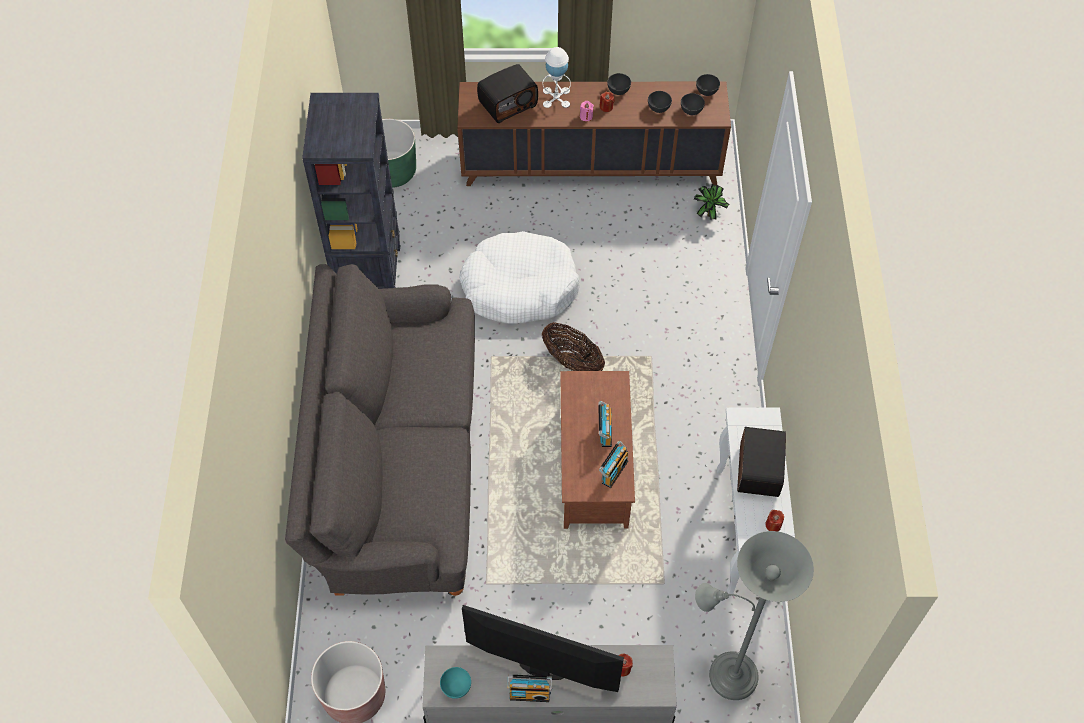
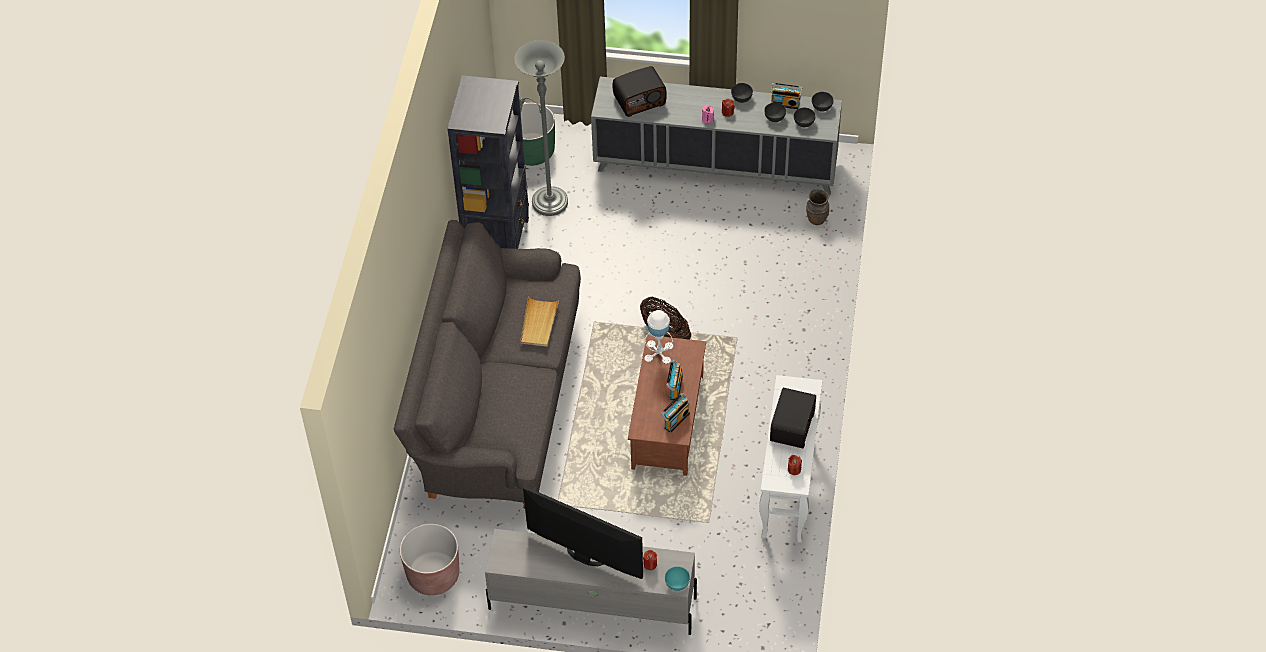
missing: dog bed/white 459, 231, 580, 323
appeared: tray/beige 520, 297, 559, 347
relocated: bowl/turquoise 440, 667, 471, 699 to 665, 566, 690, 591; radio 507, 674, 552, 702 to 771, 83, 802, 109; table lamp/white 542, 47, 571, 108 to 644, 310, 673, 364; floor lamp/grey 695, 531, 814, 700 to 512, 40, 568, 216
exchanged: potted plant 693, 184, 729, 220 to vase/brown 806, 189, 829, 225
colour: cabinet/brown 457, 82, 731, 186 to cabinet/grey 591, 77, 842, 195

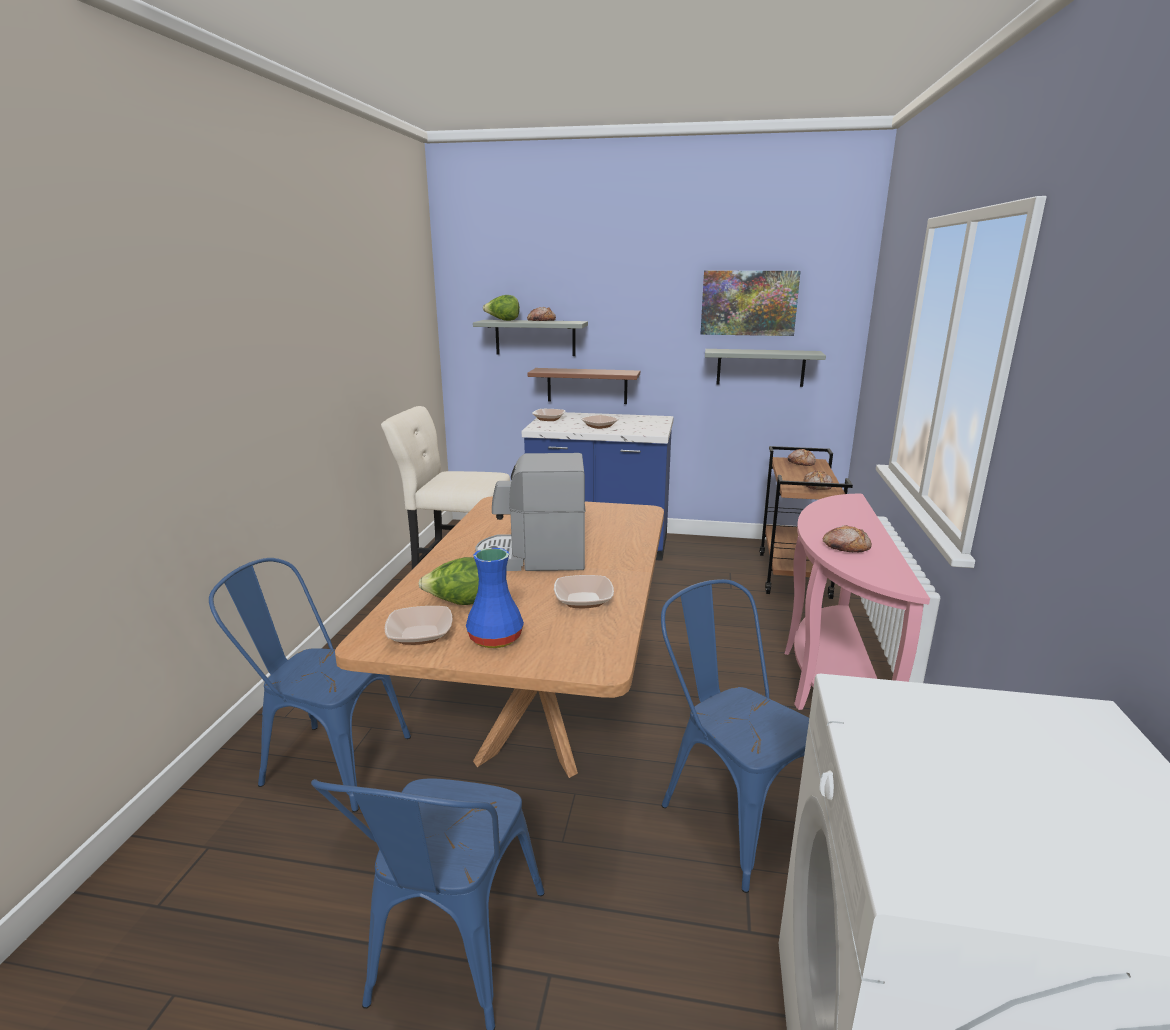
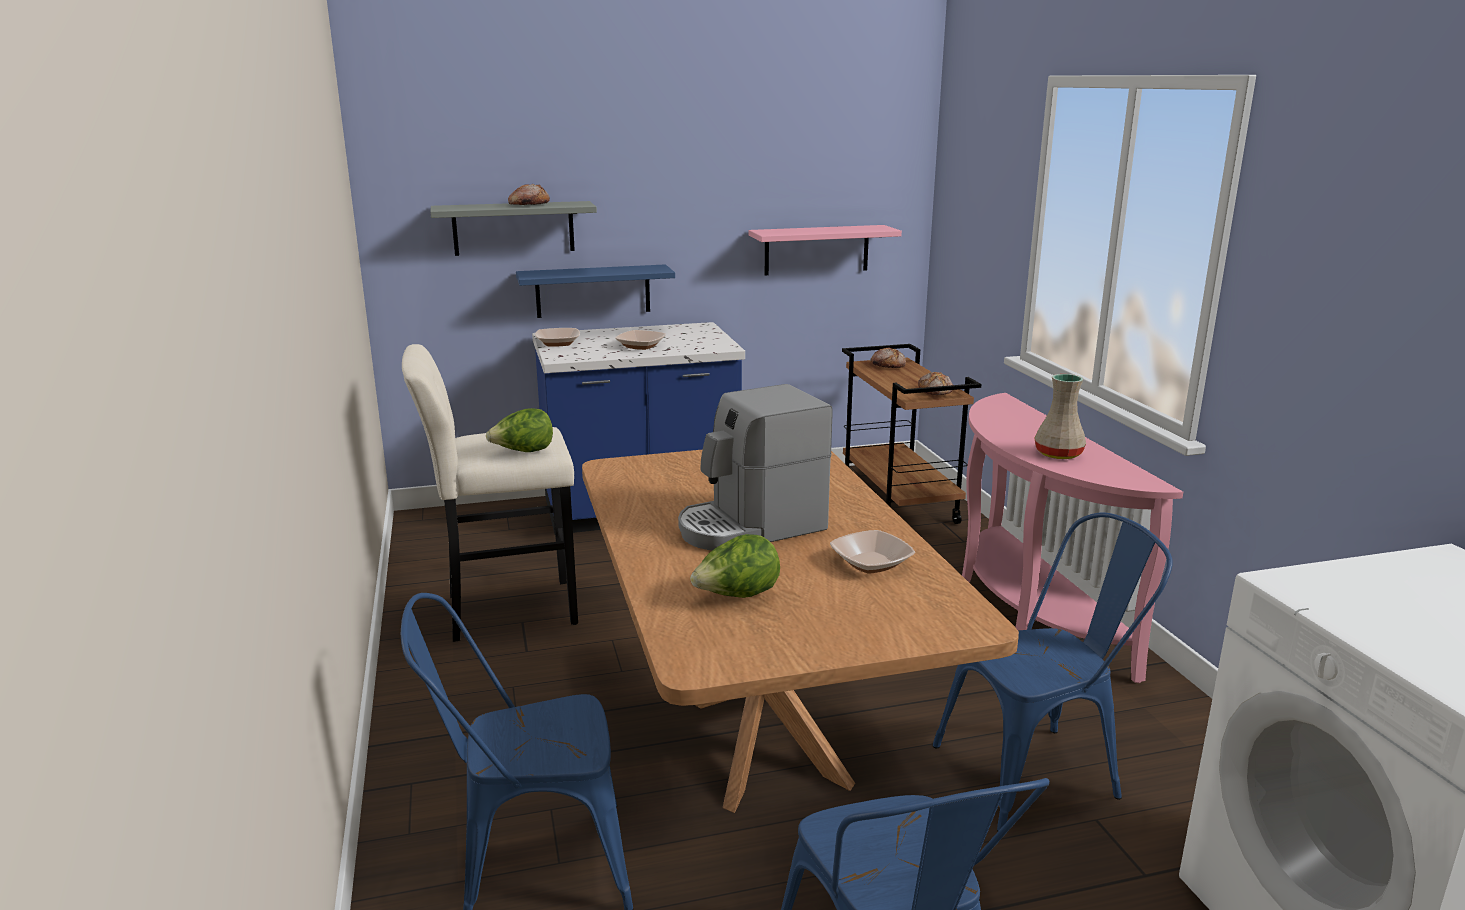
missing: bowl 385, 606, 453, 645; vase/blue 466, 548, 524, 648; picture 700, 271, 801, 336
relocated: lettuce 483, 295, 520, 321 to 486, 408, 553, 452
exchanged: bread 822, 525, 872, 552 to vase/beige 1034, 374, 1086, 459
colour: shelf/brown 527, 368, 640, 404 to shelf/blue 516, 265, 675, 318; shelf/grey 705, 349, 826, 387 to shelf/pink 749, 225, 902, 275
spun: chair/blue 661, 579, 809, 893 = 933, 512, 1173, 832 135 degrees clockwise

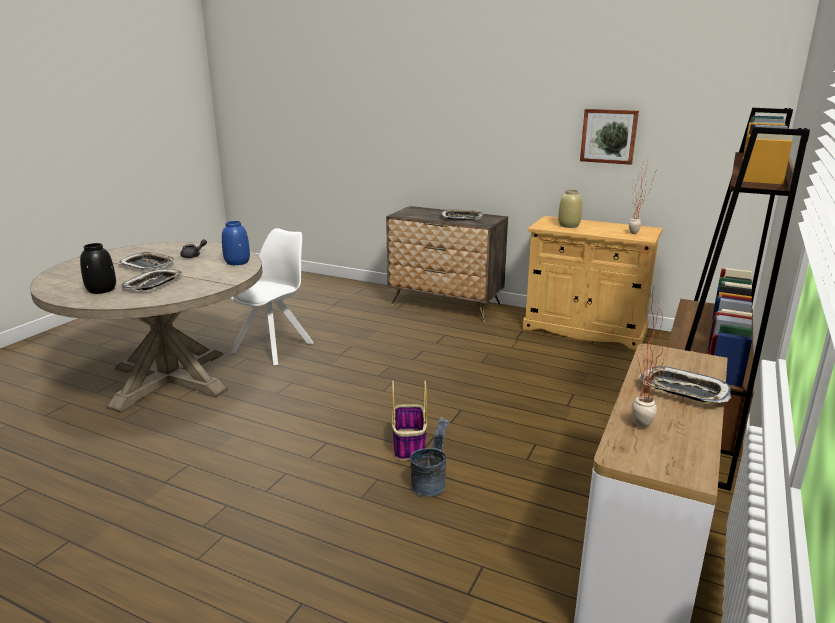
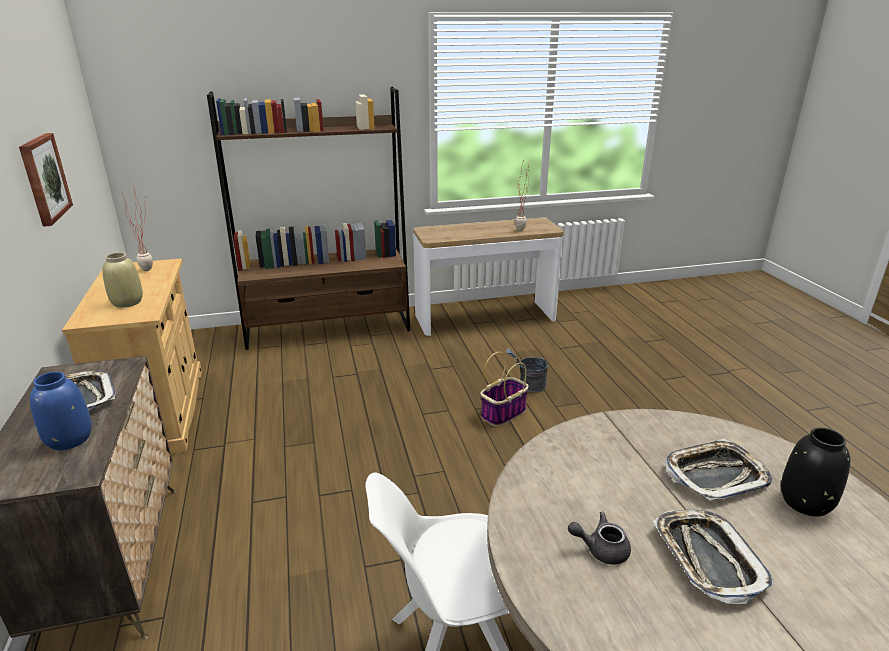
missing: tray 639, 366, 731, 403
relocated: vase/blue 222, 221, 250, 265 to 30, 372, 92, 450

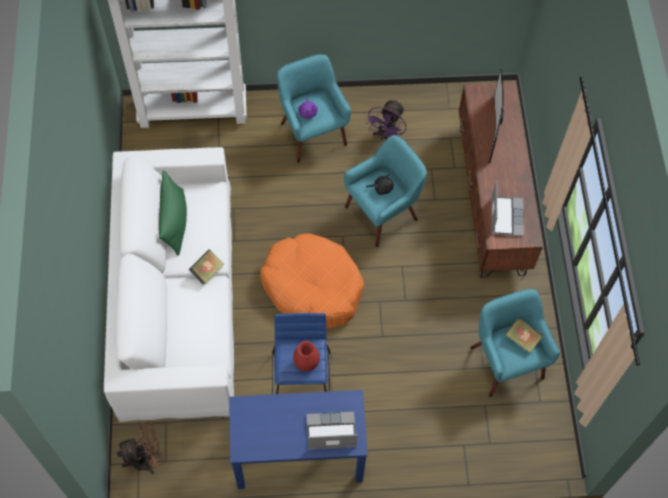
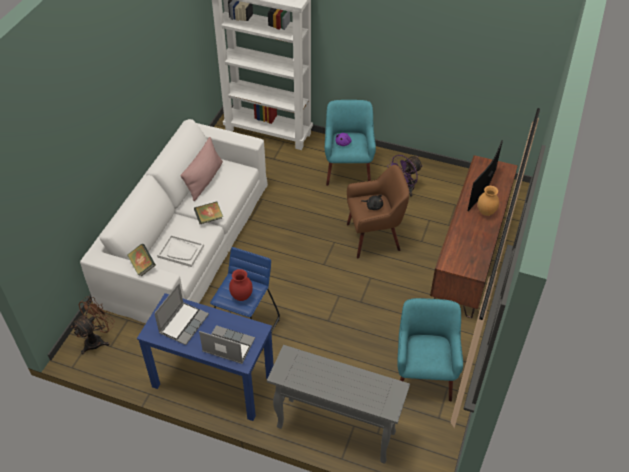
missing: dog bed/orange 260, 233, 364, 329
appeared: tray/white 157, 234, 204, 267; console table/grey 267, 345, 410, 464; vase/brown 477, 186, 499, 216
relocated: laptop 491, 181, 524, 236 to 154, 283, 209, 345; book 505, 317, 543, 353 to 127, 244, 156, 276
colour: pillow/green 159, 170, 187, 256 to pillow/pink 180, 137, 223, 201; armchair/turquoise 344, 135, 427, 247 to armchair/brown 347, 165, 409, 258
spun: fan/brown 117, 421, 163, 474 = 71, 296, 115, 354 60 degrees counterclockwise

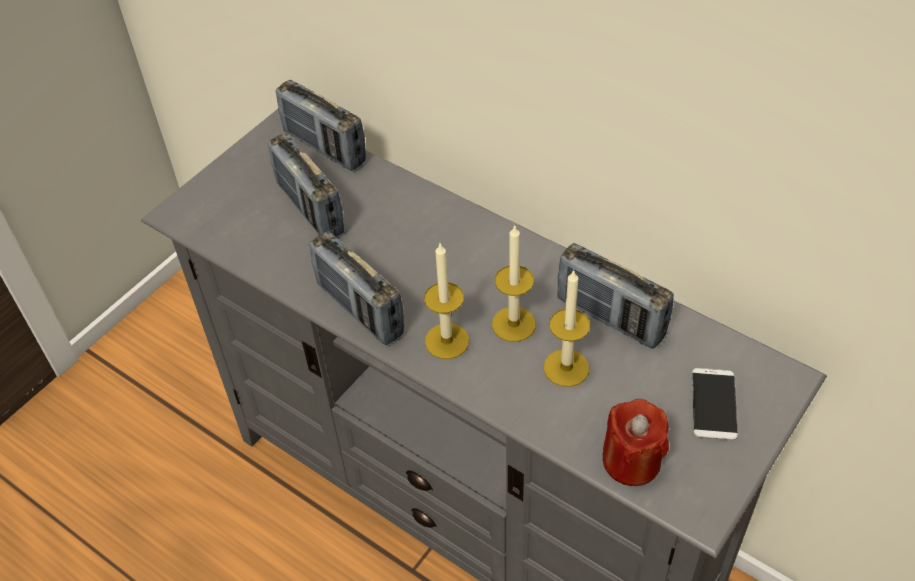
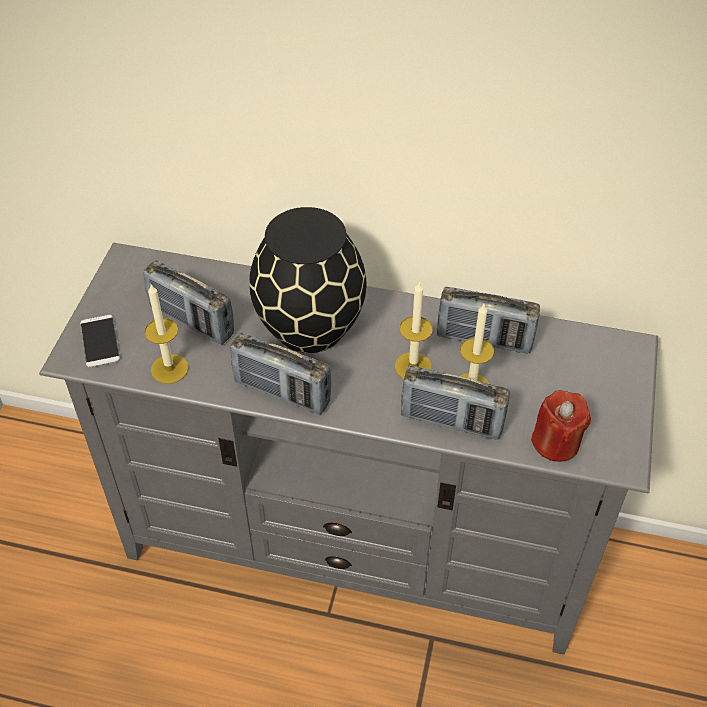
appeared: vase/black 249, 207, 367, 353
relocated: radio 276, 80, 366, 171 to 401, 365, 510, 440; candle 424, 244, 469, 359 to 144, 285, 189, 384; phone 692, 368, 738, 440 to 80, 315, 120, 368

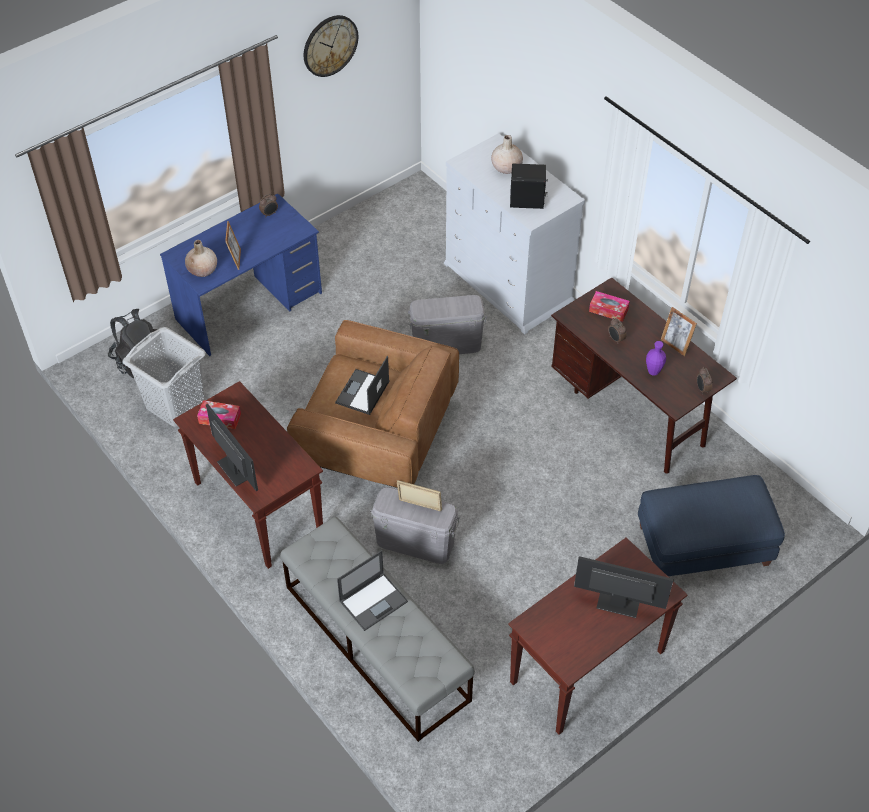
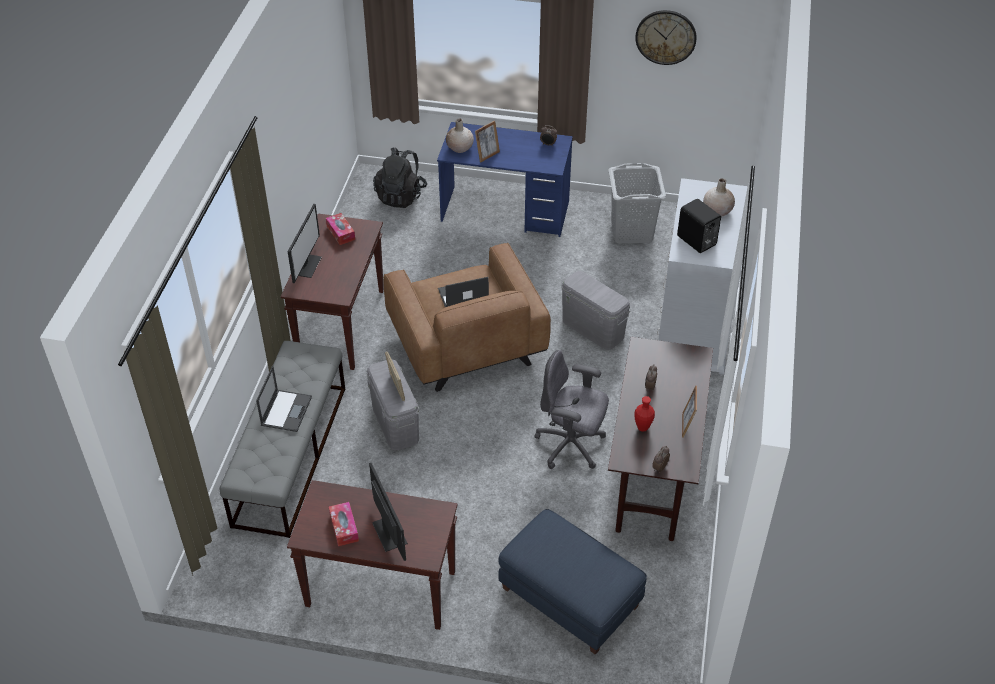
appeared: office chair/grey 534, 350, 609, 469
relocated: laundry basket/grey 122, 327, 206, 427 to 608, 163, 666, 244; tissue box 589, 291, 630, 322 to 329, 502, 359, 546
colour: vase/purple 646, 341, 666, 376 to vase/red 635, 396, 655, 431
spun: laptop 337, 550, 408, 631 = 256, 365, 312, 432 90 degrees counterclockwise

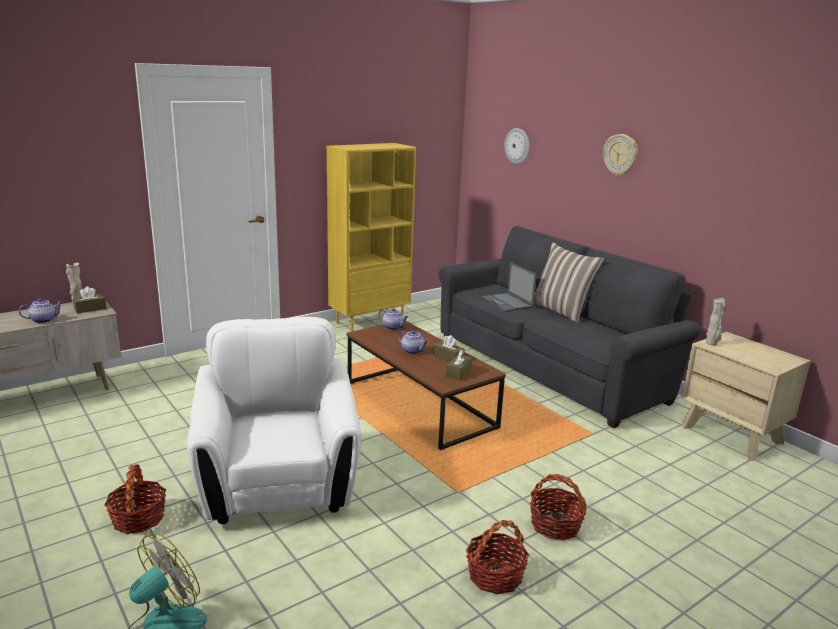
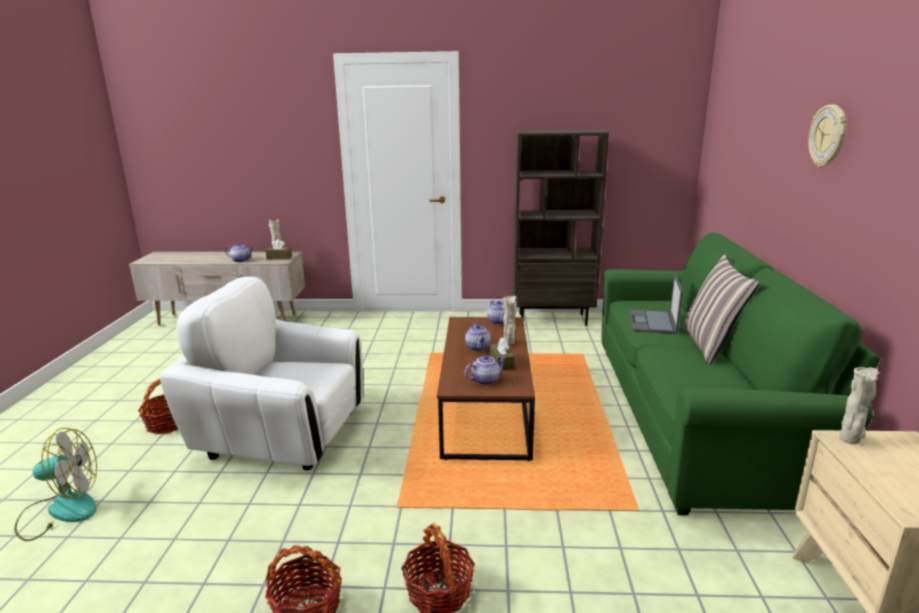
missing: wall clock 504, 128, 529, 164
appeared: vase/beige 503, 296, 517, 345
exchanged: tissue box/brown 446, 350, 472, 380 to teapot 464, 355, 506, 385
colour: bookcase/yellow 327, 143, 416, 332 to bookcase/brown 513, 129, 609, 326; sofa/grey 439, 226, 700, 428 to sofa/green 601, 232, 880, 515
spun: armchair/white 187, 317, 361, 524 = 160, 277, 363, 470 105 degrees counterclockwise

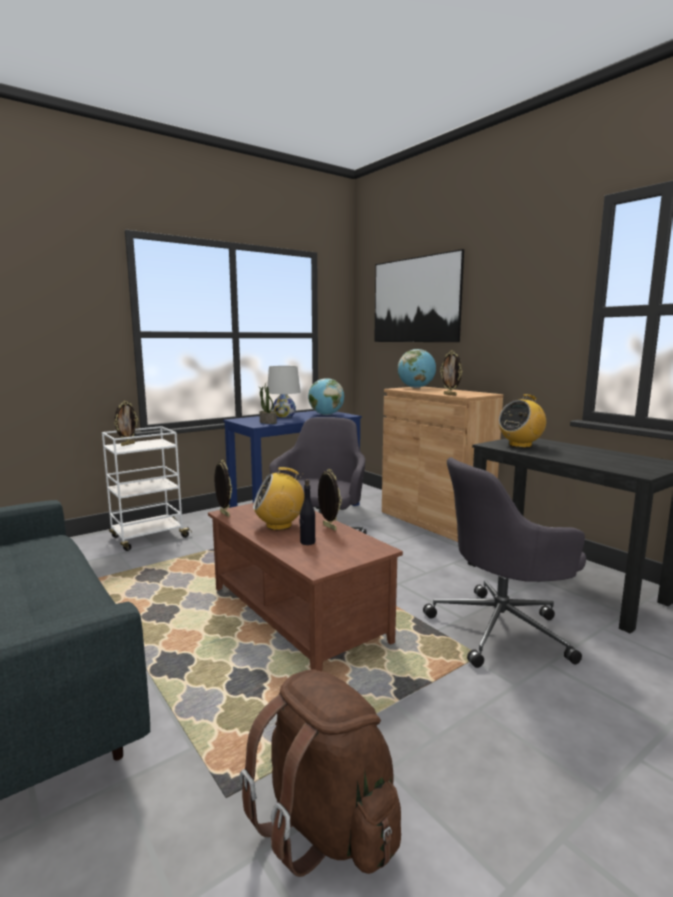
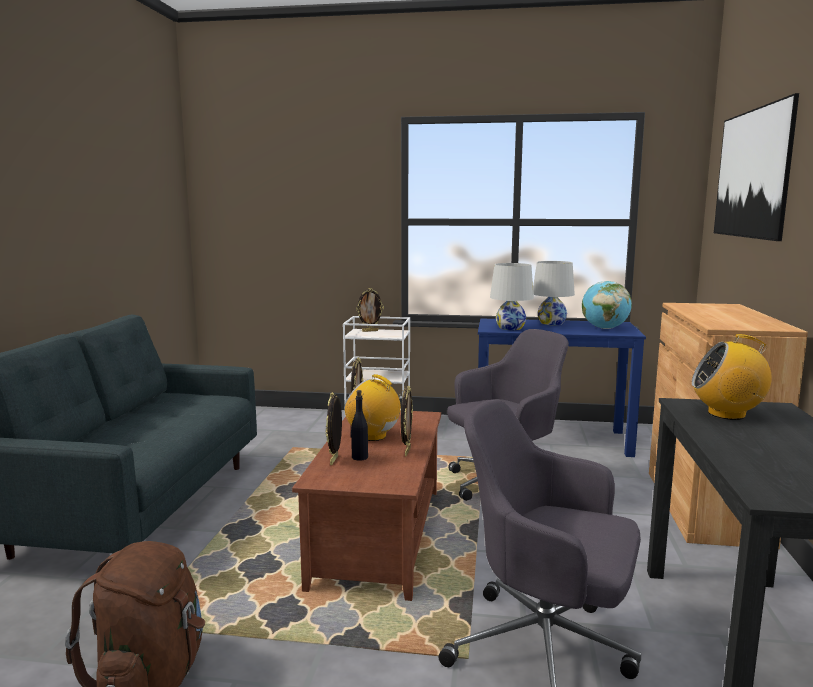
missing: globe 398, 349, 436, 388
relocated: picture frame 440, 351, 462, 396 to 326, 392, 342, 465
exchanged: potted plant 259, 383, 277, 424 to table lamp/white 490, 263, 534, 330

